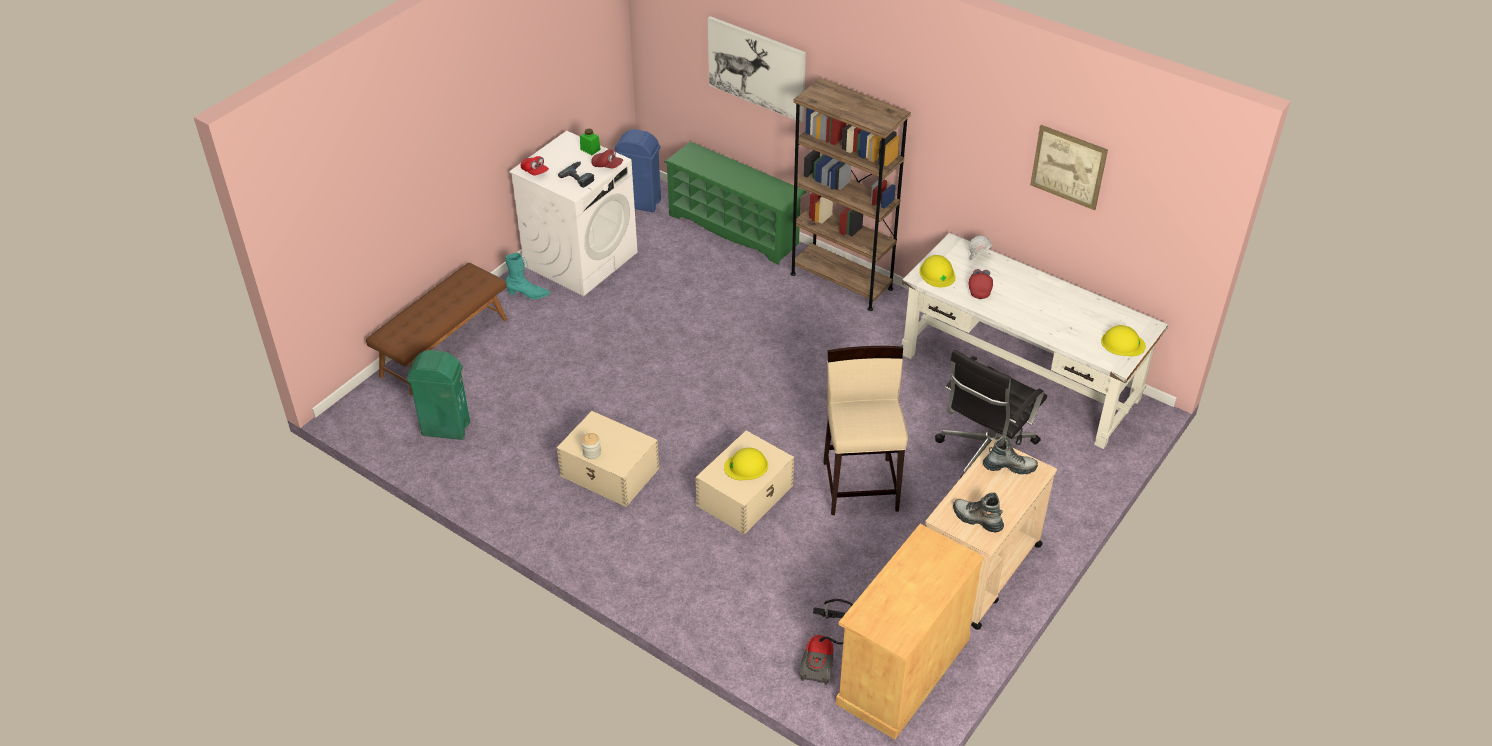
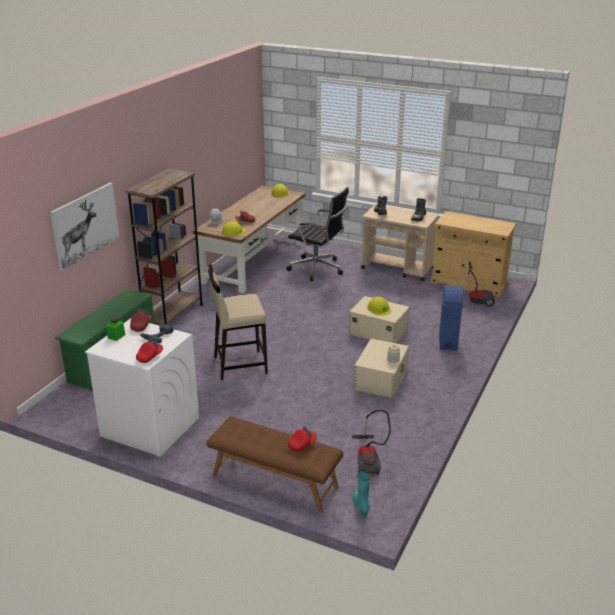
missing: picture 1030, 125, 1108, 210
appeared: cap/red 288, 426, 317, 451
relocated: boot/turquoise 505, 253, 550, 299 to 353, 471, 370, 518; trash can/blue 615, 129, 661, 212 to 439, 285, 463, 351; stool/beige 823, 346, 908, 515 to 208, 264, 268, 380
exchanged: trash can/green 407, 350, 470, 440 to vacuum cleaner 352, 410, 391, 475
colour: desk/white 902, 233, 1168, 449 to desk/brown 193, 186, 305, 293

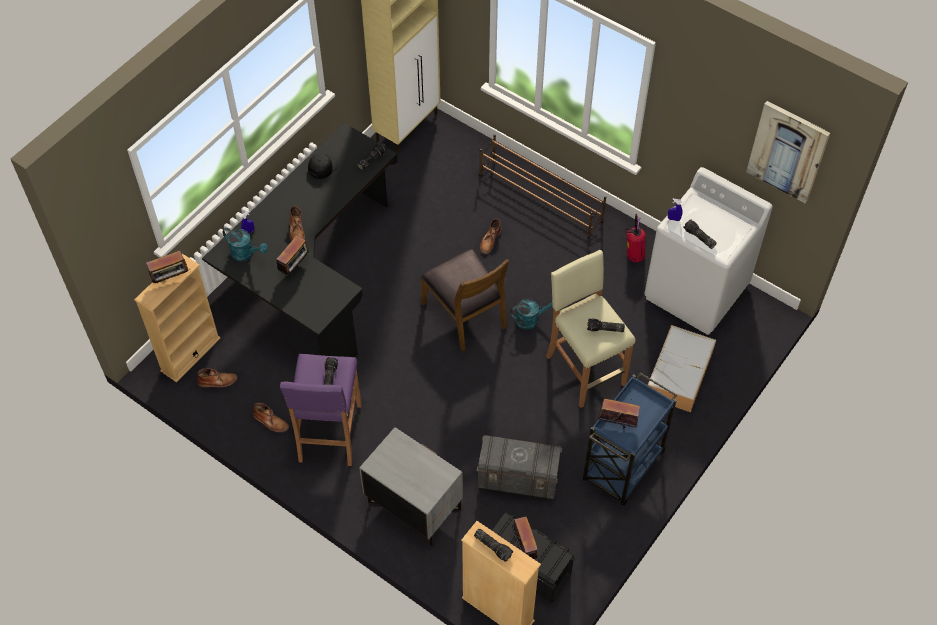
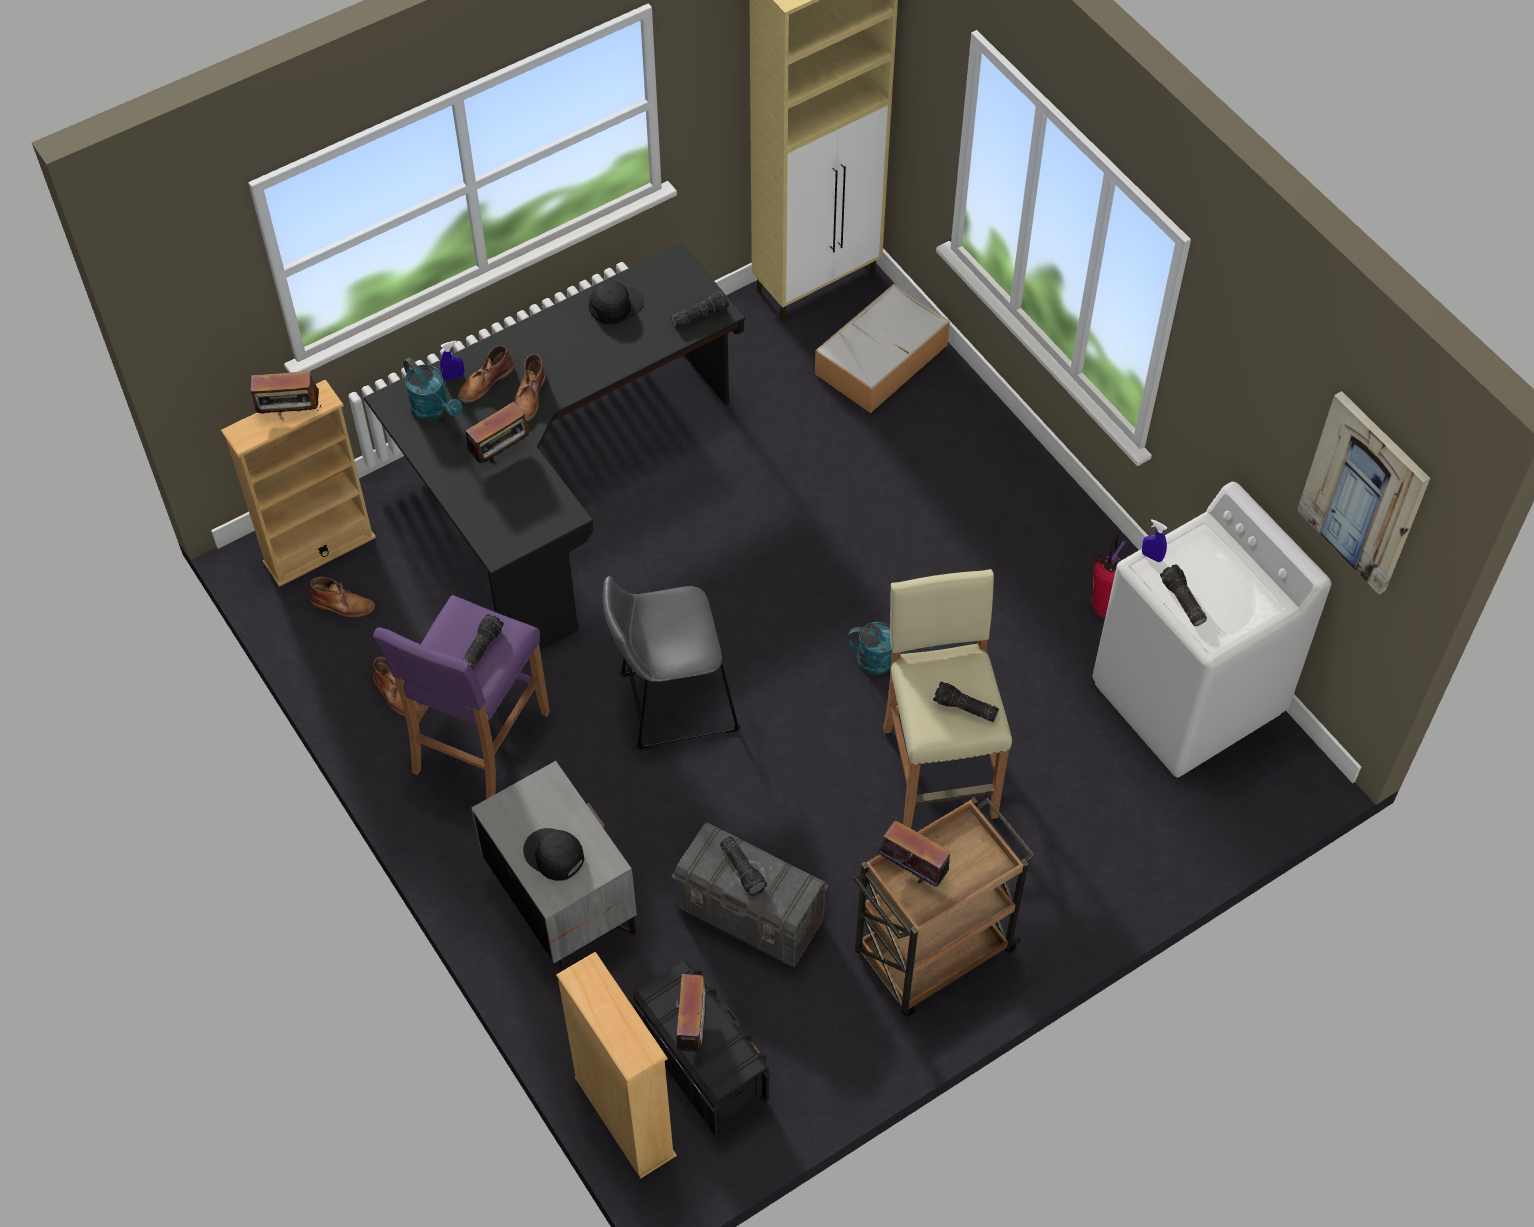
missing: chair/brown 421, 249, 509, 352; shoe rack/brown 479, 134, 606, 239
appeared: cap/black 523, 828, 584, 881; stool/grey 603, 576, 741, 750
relocated: flashlight 474, 529, 513, 562 to 720, 836, 767, 896; boot/brown 480, 219, 501, 254 to 458, 345, 515, 403; storage box 648, 325, 716, 412 to 815, 284, 950, 413
colour: cart/blue 583, 372, 677, 505 to cart/brown 853, 797, 1035, 1017

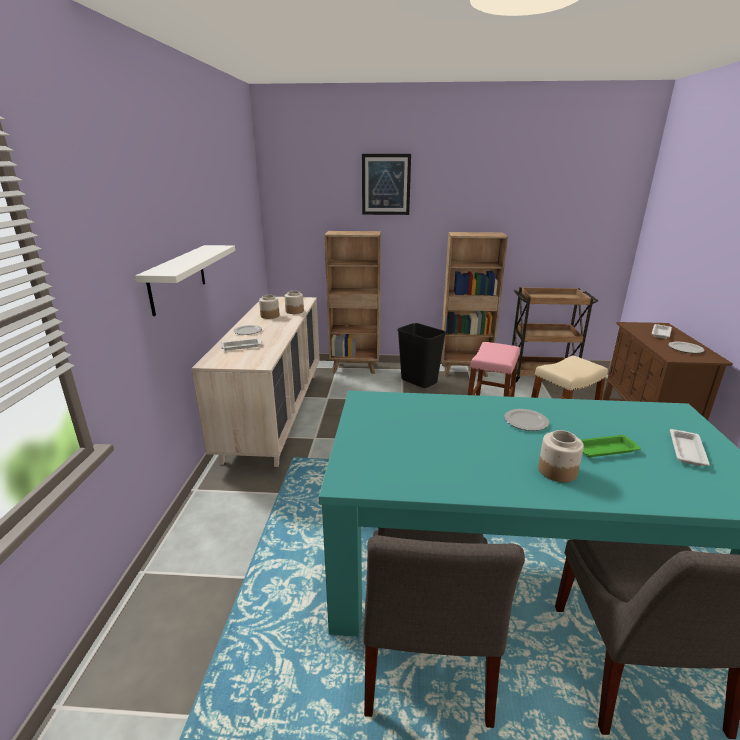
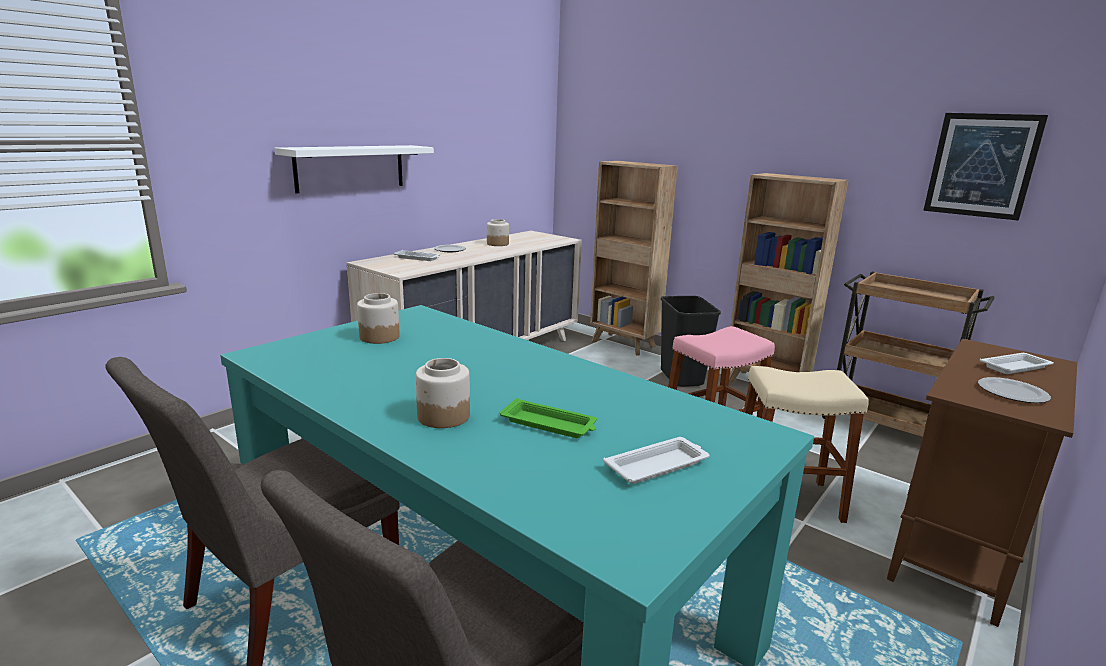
missing: plate 504, 409, 549, 431
relocated: jar 285, 291, 304, 314 to 357, 293, 400, 344; picture 362, 154, 411, 215 to 923, 113, 1048, 221

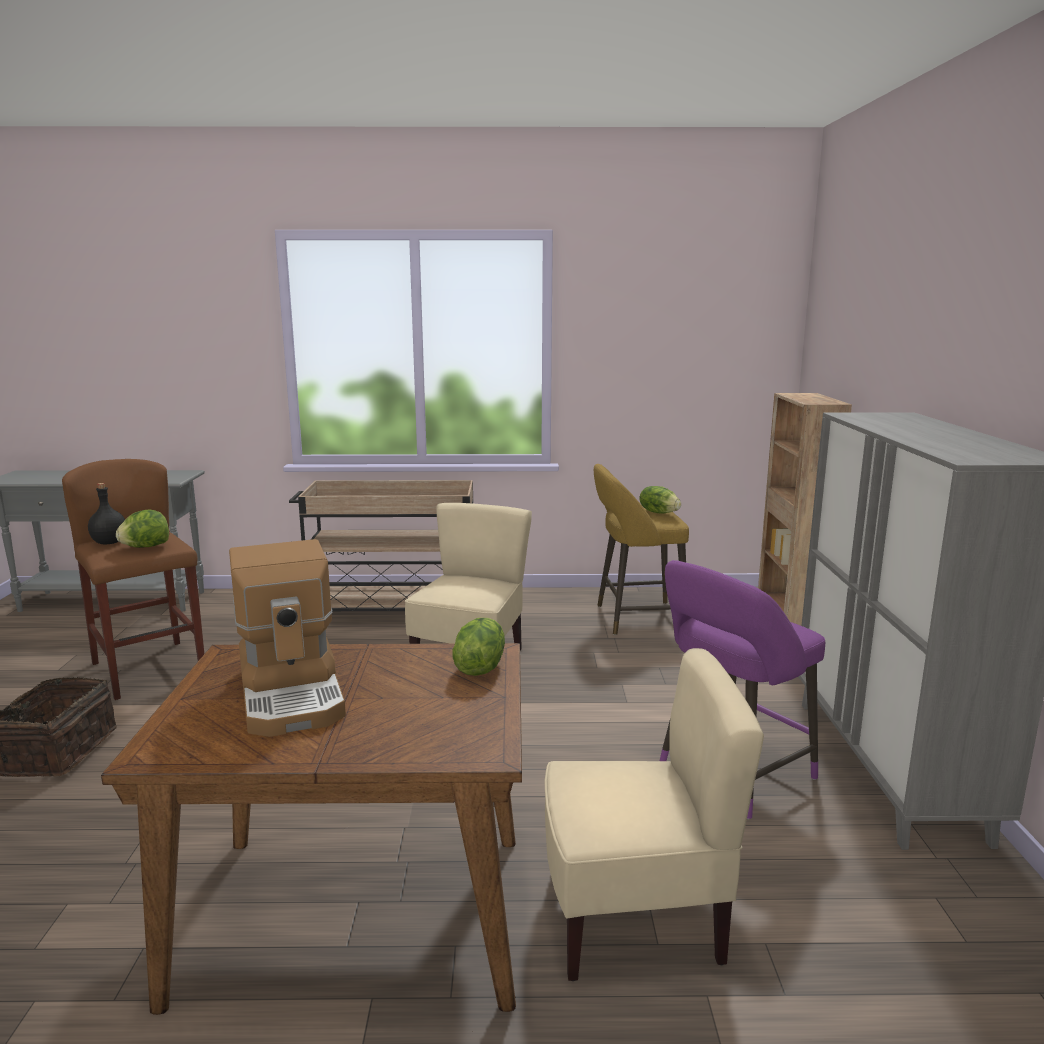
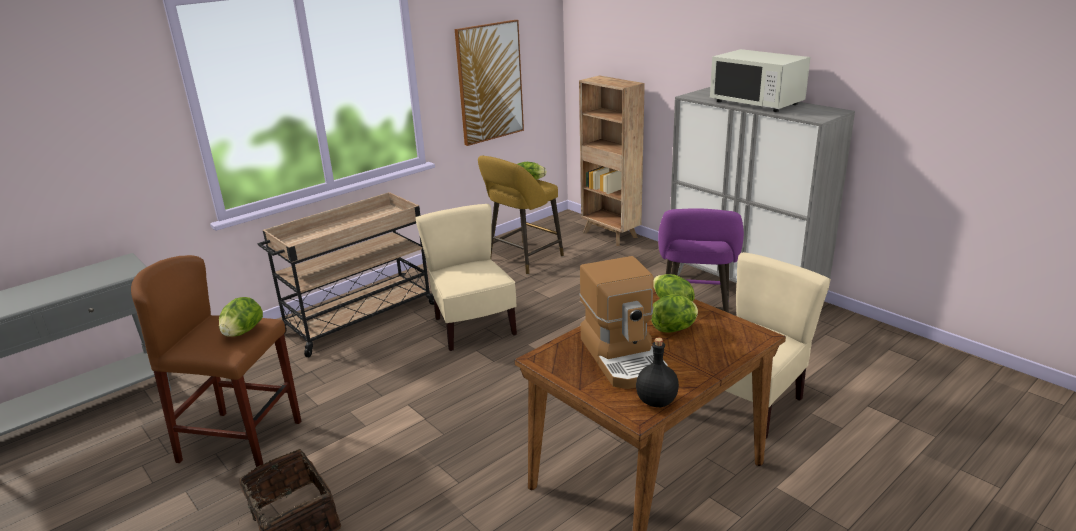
appeared: picture 455, 20, 524, 146; lettuce 651, 295, 698, 333; microwave/white 710, 49, 810, 112
relocated: bottle/black 88, 483, 125, 544 to 636, 338, 679, 407
spun: coffee machine 229, 539, 346, 737 = 580, 256, 668, 389 45 degrees clockwise

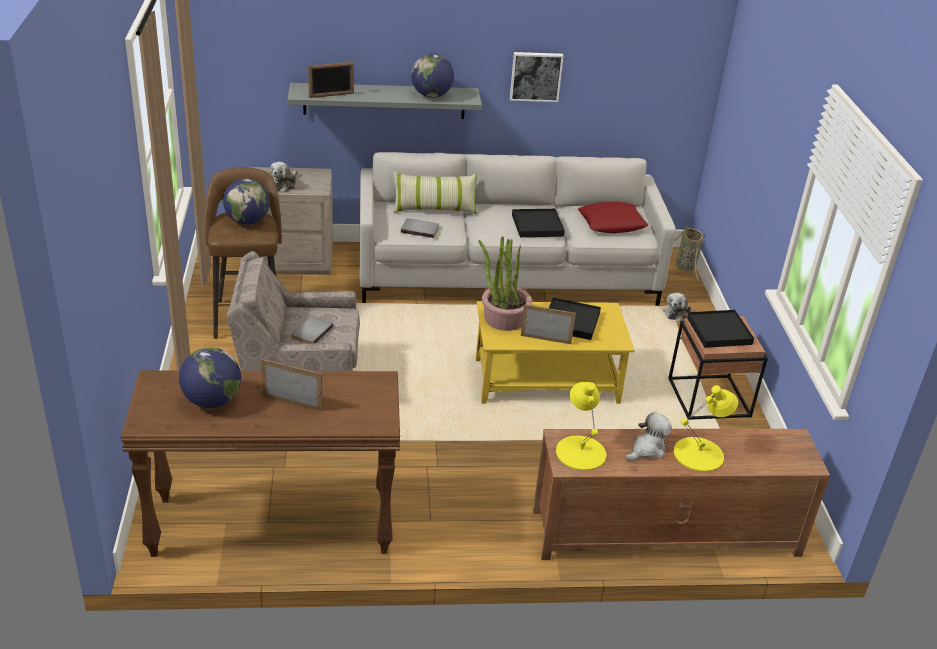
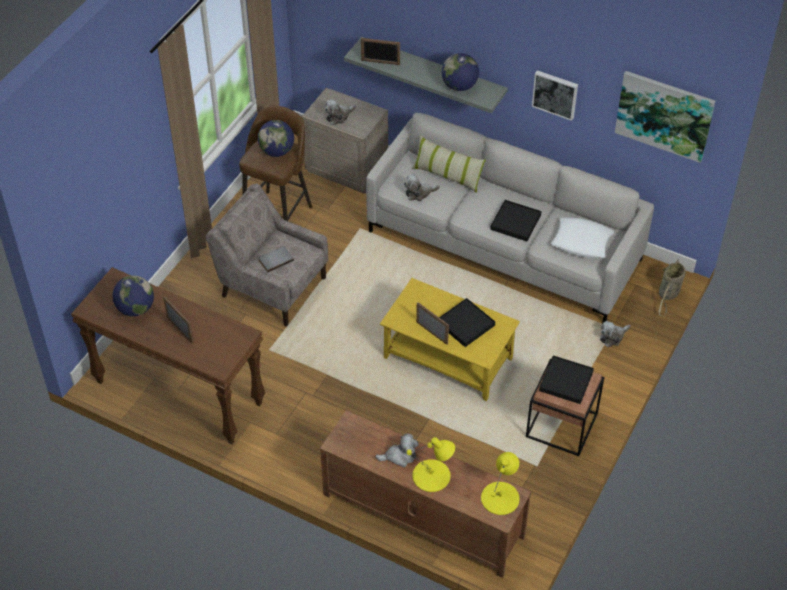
missing: potted plant 478, 236, 532, 331
appeared: picture 615, 71, 715, 163
relocated: table lamp/yellow 556, 382, 606, 470 to 481, 452, 520, 515
exchanged: book/grey 401, 219, 439, 238 to plush toy 404, 174, 440, 201
colour: pillow/red 578, 202, 648, 233 to pillow/white 551, 217, 614, 258

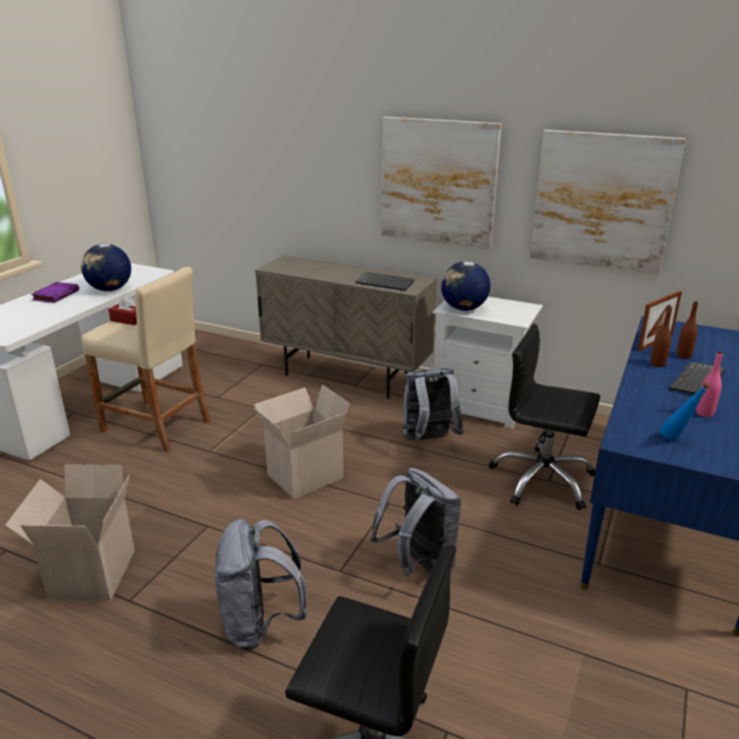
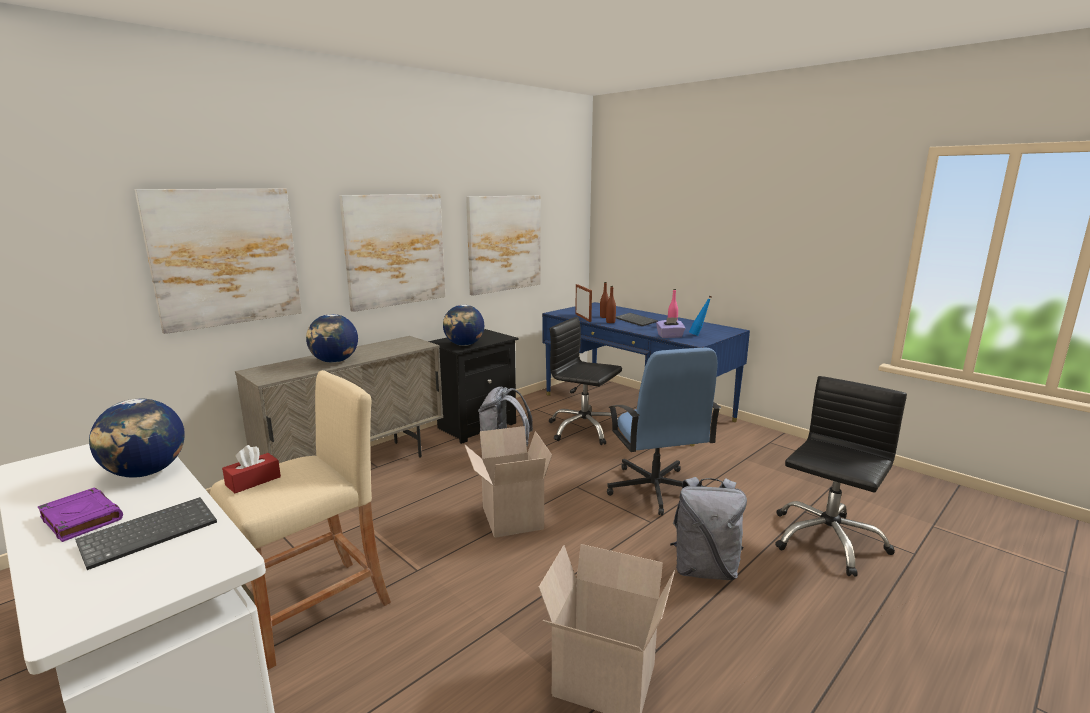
appeared: picture 135, 189, 302, 334; globe 306, 314, 358, 363; tissue box/purple 656, 317, 686, 338
relocated: keyboard 355, 272, 415, 291 to 75, 497, 217, 570
exchanged: backpack/grey 370, 468, 462, 577 to office chair/blue 607, 348, 721, 516
colour: nightstand/white 433, 297, 543, 429 to nightstand/black 428, 329, 519, 444
spun: office chair/black 489, 323, 600, 510 = 549, 317, 622, 445 75 degrees clockwise

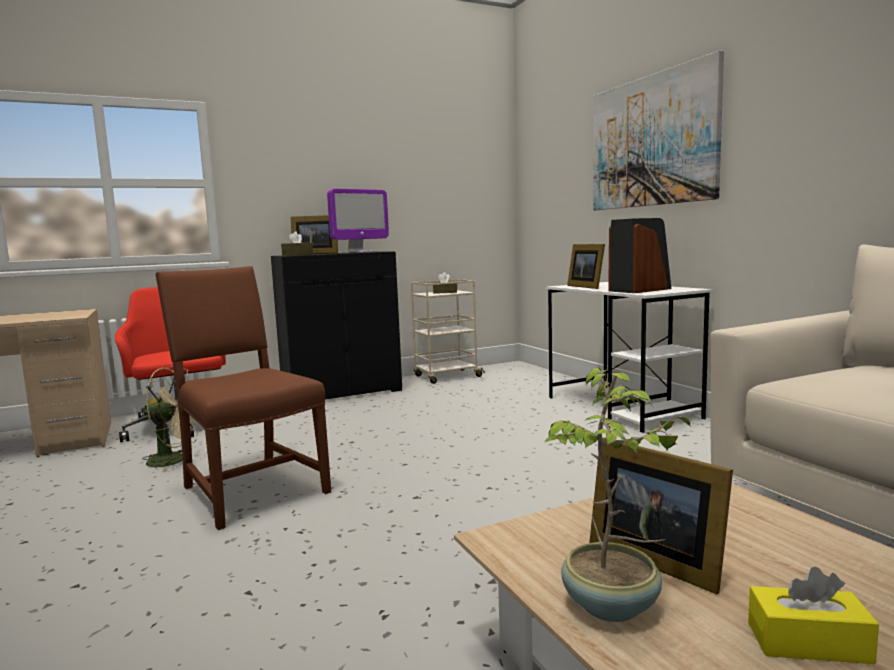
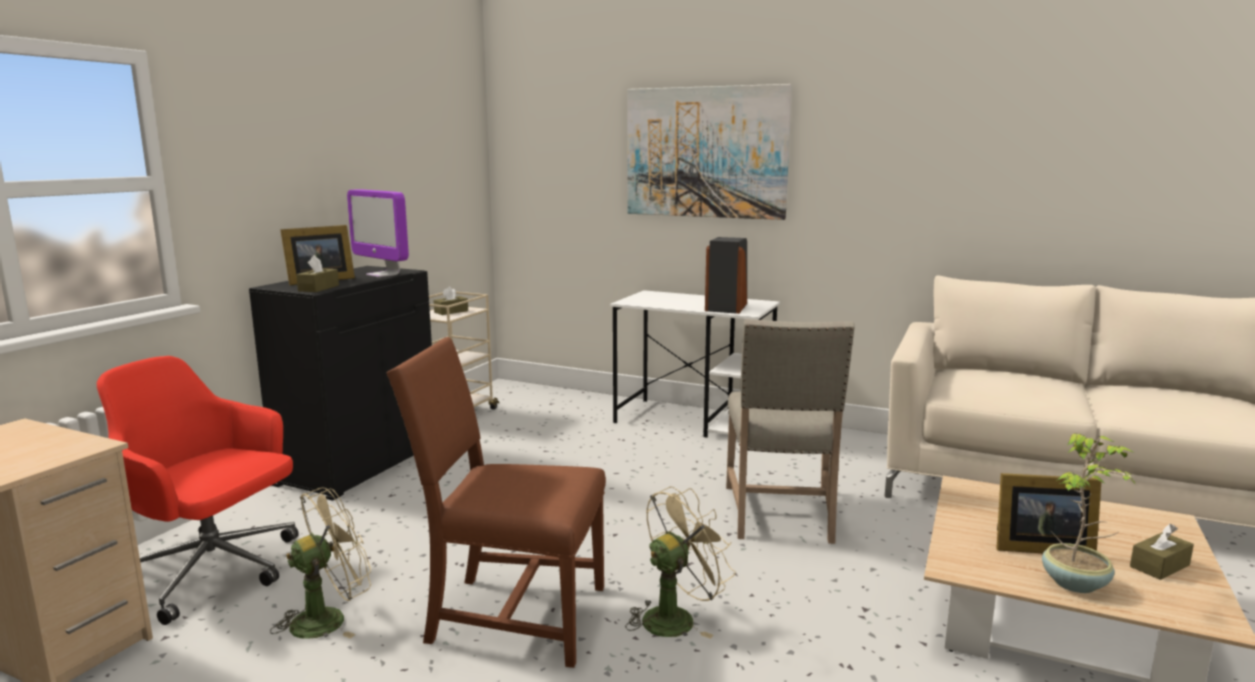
missing: picture frame 567, 244, 605, 289
appeared: fan/beige 625, 487, 735, 639; chair/beige 726, 319, 855, 544
colour: tissue box/yellow 748, 567, 879, 664 to tissue box/brown 1130, 524, 1194, 580
spun: monitor 327, 189, 389, 253 = 347, 189, 409, 277 120 degrees clockwise

